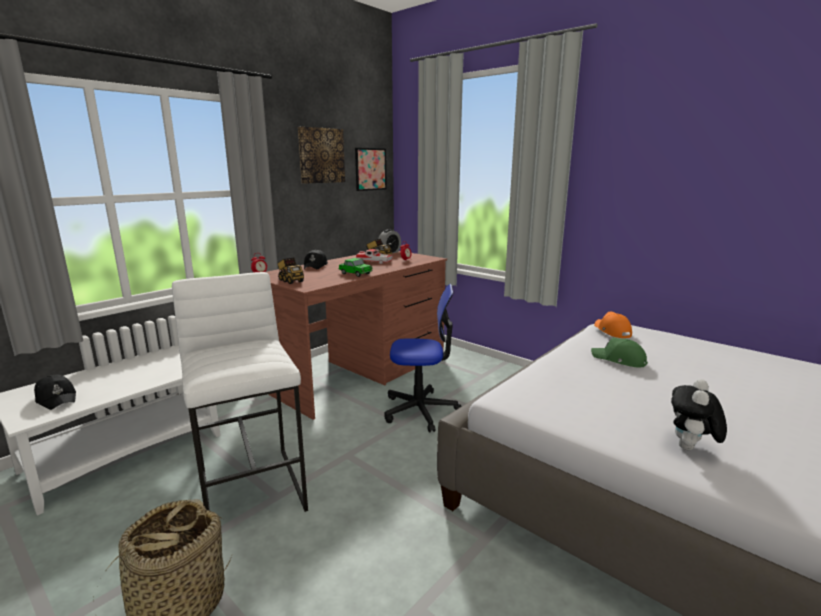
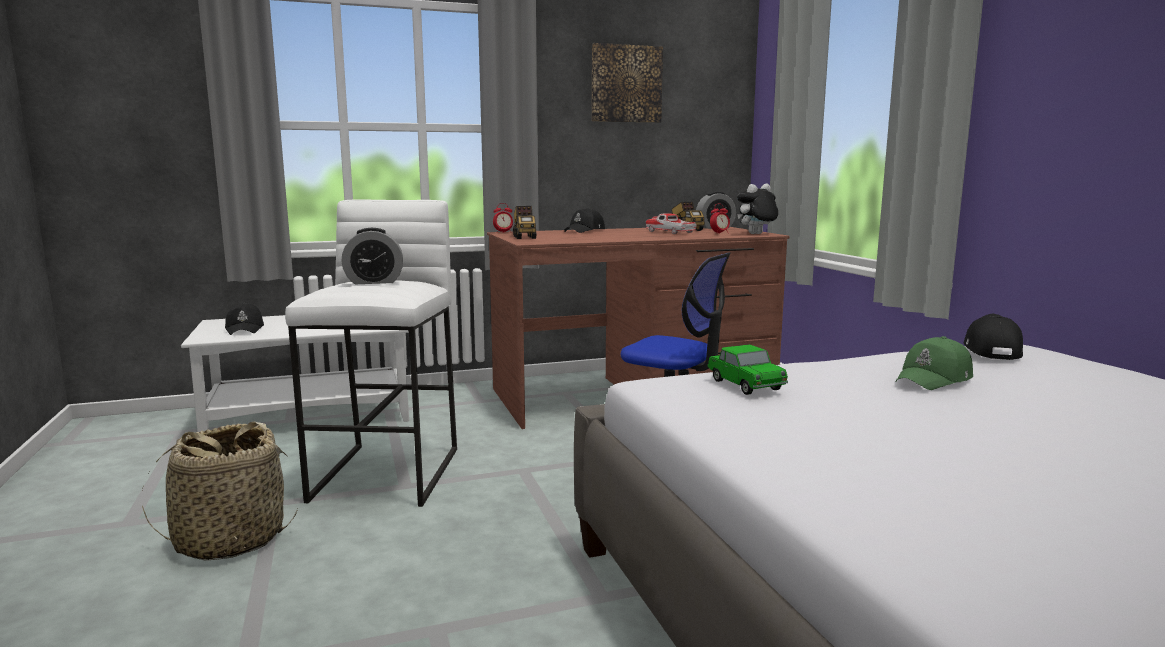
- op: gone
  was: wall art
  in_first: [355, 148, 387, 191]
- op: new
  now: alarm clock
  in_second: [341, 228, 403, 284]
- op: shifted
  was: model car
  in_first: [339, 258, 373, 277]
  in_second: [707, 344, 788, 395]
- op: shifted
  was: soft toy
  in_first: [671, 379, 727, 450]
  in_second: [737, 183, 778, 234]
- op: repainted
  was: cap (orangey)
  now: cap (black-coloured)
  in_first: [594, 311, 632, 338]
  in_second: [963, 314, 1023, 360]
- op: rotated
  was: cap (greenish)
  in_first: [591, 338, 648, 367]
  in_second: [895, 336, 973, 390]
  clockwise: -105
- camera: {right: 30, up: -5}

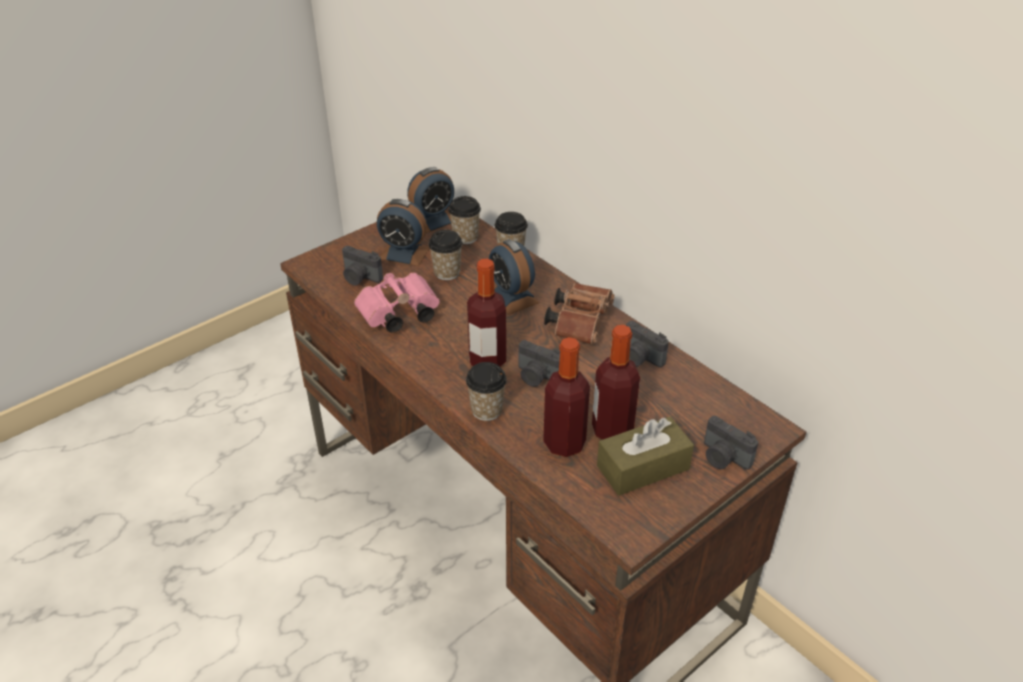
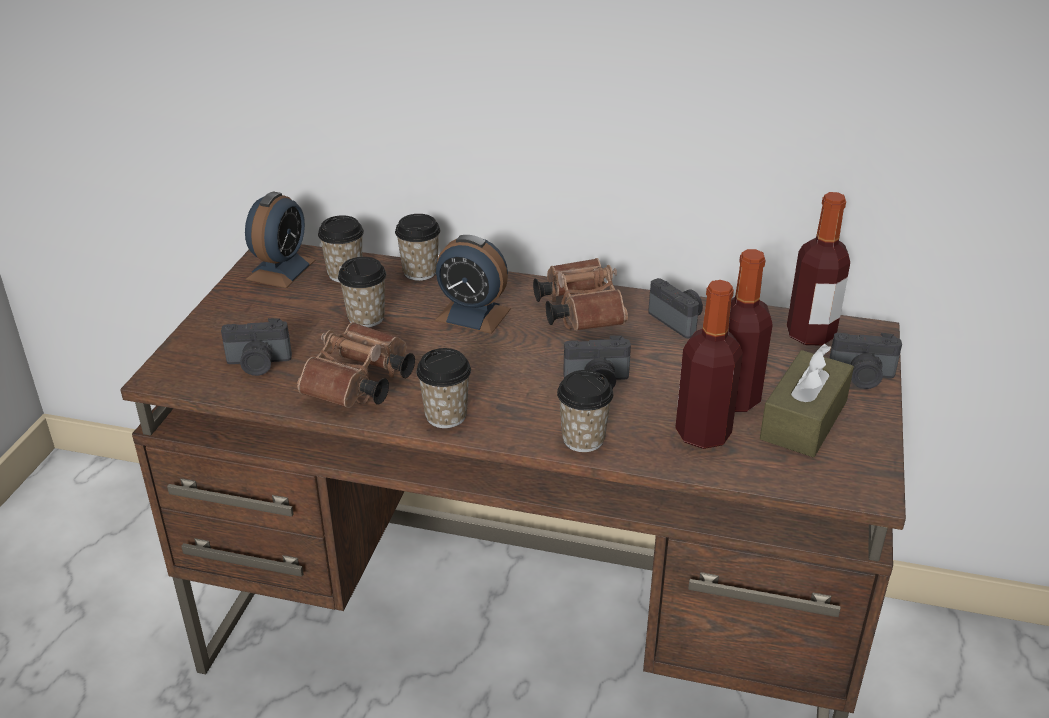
- op: gone
  was: alarm clock
  in_first: [377, 199, 430, 266]
- op: new
  now: drinking cup
  in_second: [416, 348, 471, 428]
- op: shifted
  was: bottle
  in_first: [467, 259, 506, 367]
  in_second: [787, 192, 850, 346]
- op: repainted
  was: field glasses (pinkish)
  now: field glasses (brown-coloured)
  in_first: [354, 273, 440, 333]
  in_second: [297, 322, 415, 408]
- op: rotated
  was: still camera
  in_first: [626, 321, 669, 367]
  in_second: [649, 278, 703, 338]
  clockwise: -135
- camera: {right: -35, up: -5}

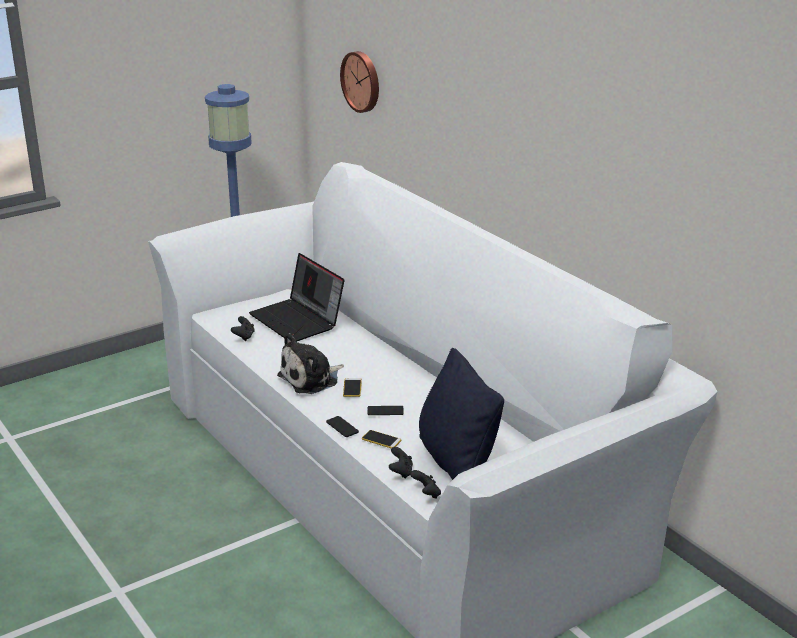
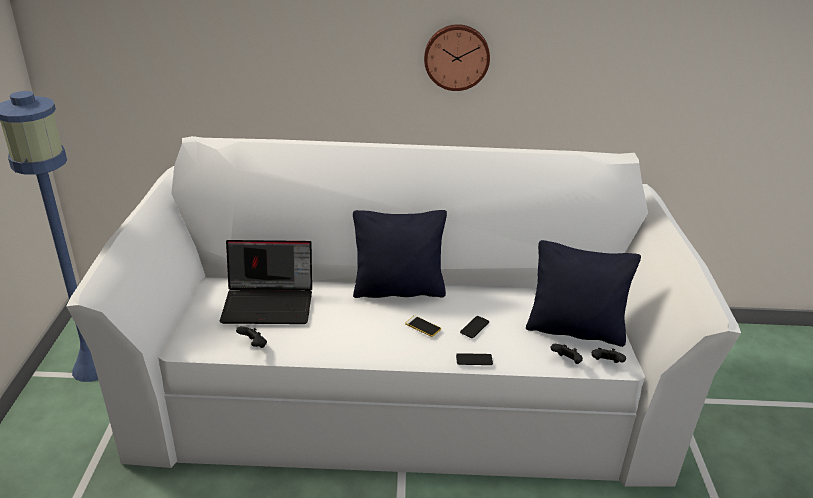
- op: gone
  was: soft toy
  in_first: [277, 333, 344, 394]
- op: gone
  was: telephone
  in_first: [362, 430, 402, 448]
- op: new
  now: cushion (black-coloured)
  in_second: [353, 210, 447, 298]
- op: shifted
  was: wall clock
  in_first: [340, 51, 379, 113]
  in_second: [424, 24, 490, 91]
- camera: {right: -55, up: 5}

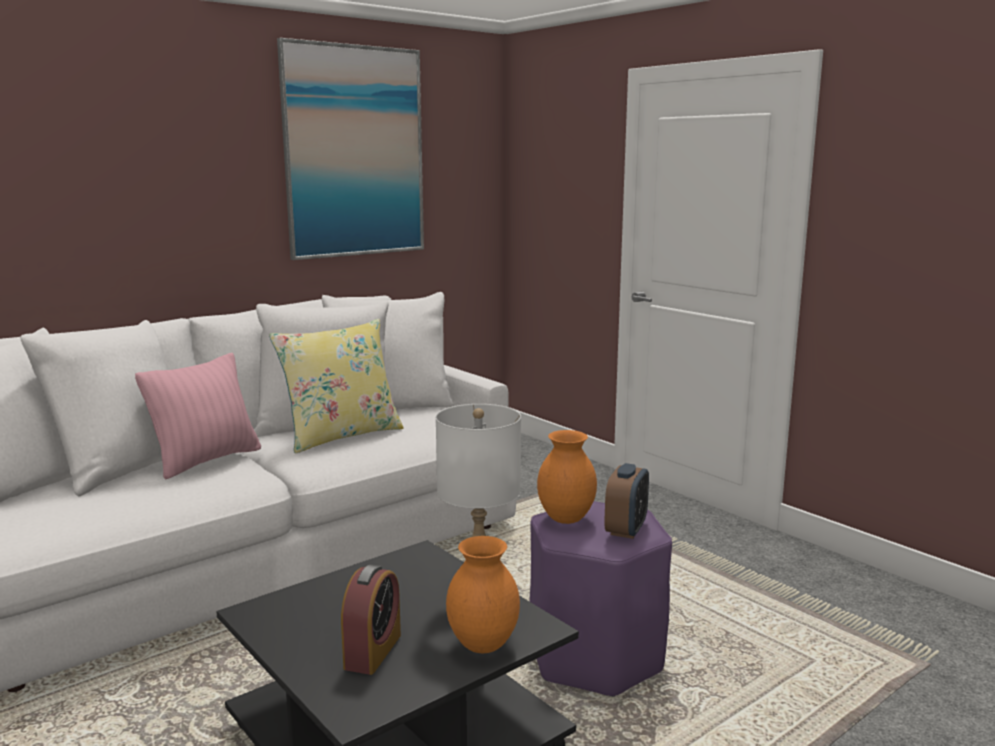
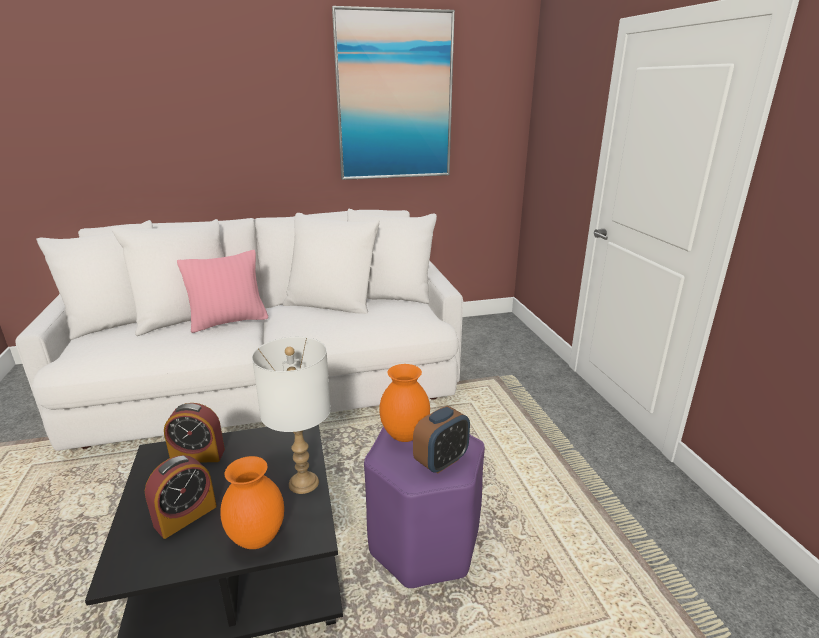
- op: gone
  was: cushion (yellowish)
  in_first: [269, 319, 404, 453]
- op: new
  now: alarm clock
  in_second: [164, 403, 225, 462]
- camera: {right: 25, up: 10}

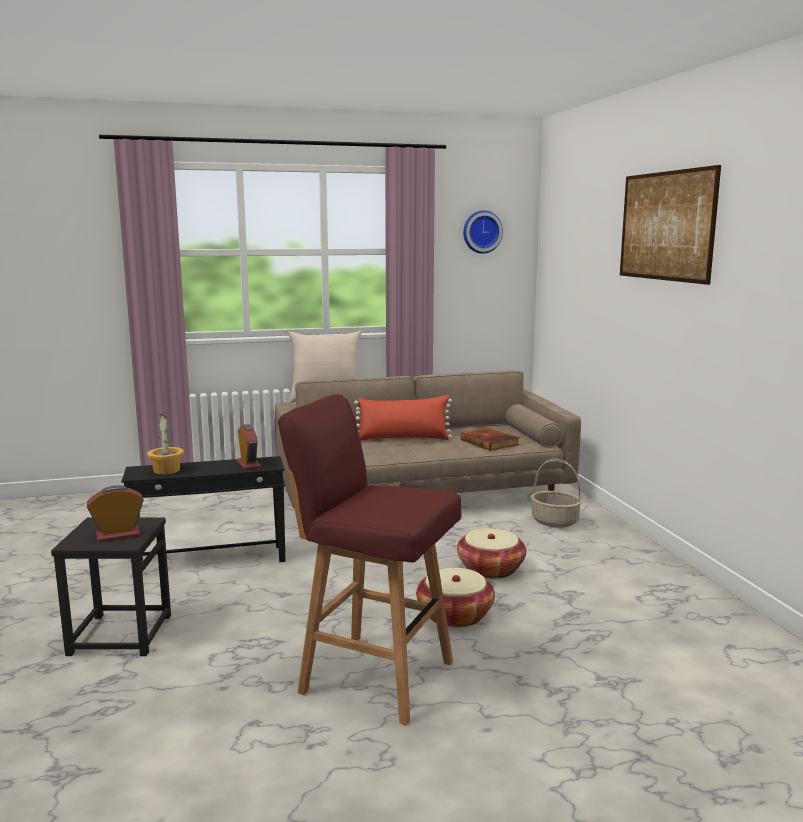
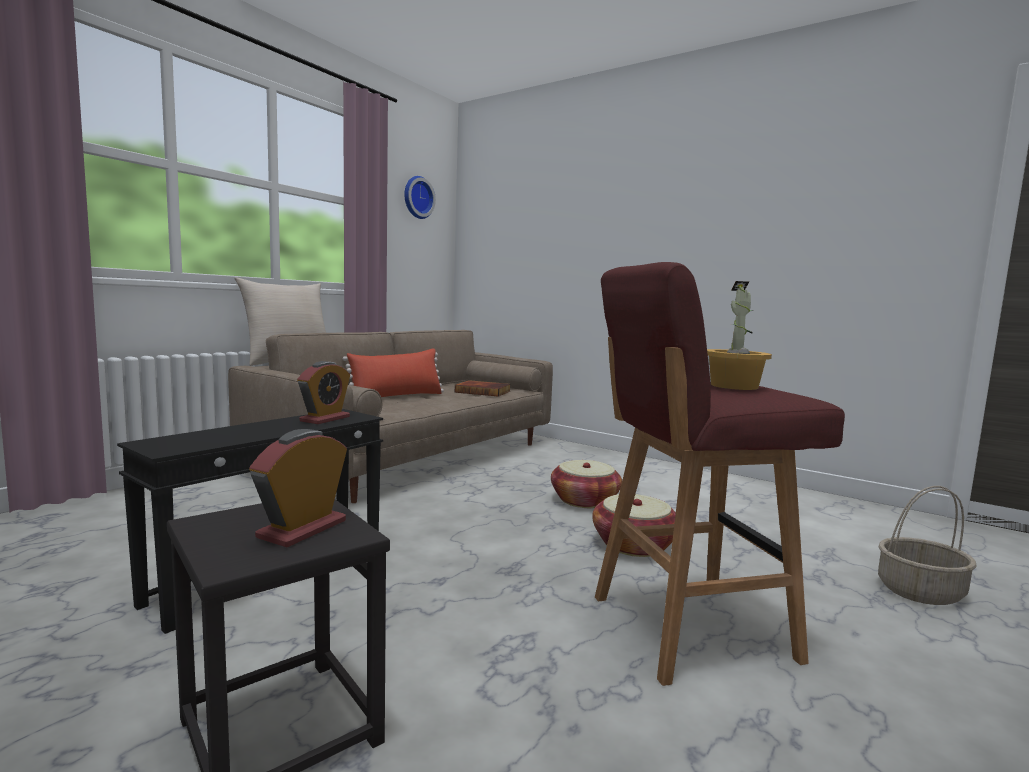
- op: gone
  was: wall art
  in_first: [620, 165, 721, 285]
- op: shifted
  was: houseplant
  in_first: [147, 413, 184, 474]
  in_second: [707, 281, 772, 390]
- op: shifted
  was: storage basket
  in_first: [531, 459, 582, 528]
  in_second: [878, 486, 977, 605]
- op: rotated
  was: alarm clock
  in_first: [237, 424, 261, 470]
  in_second: [297, 361, 350, 424]
  clockwise: 90
- camera: {right: -40, up: -5}

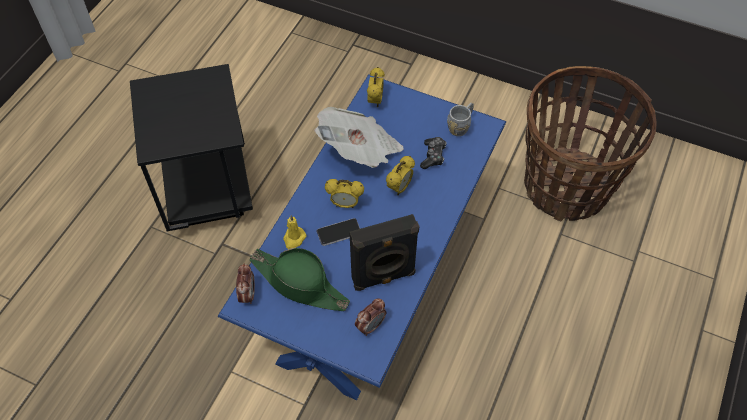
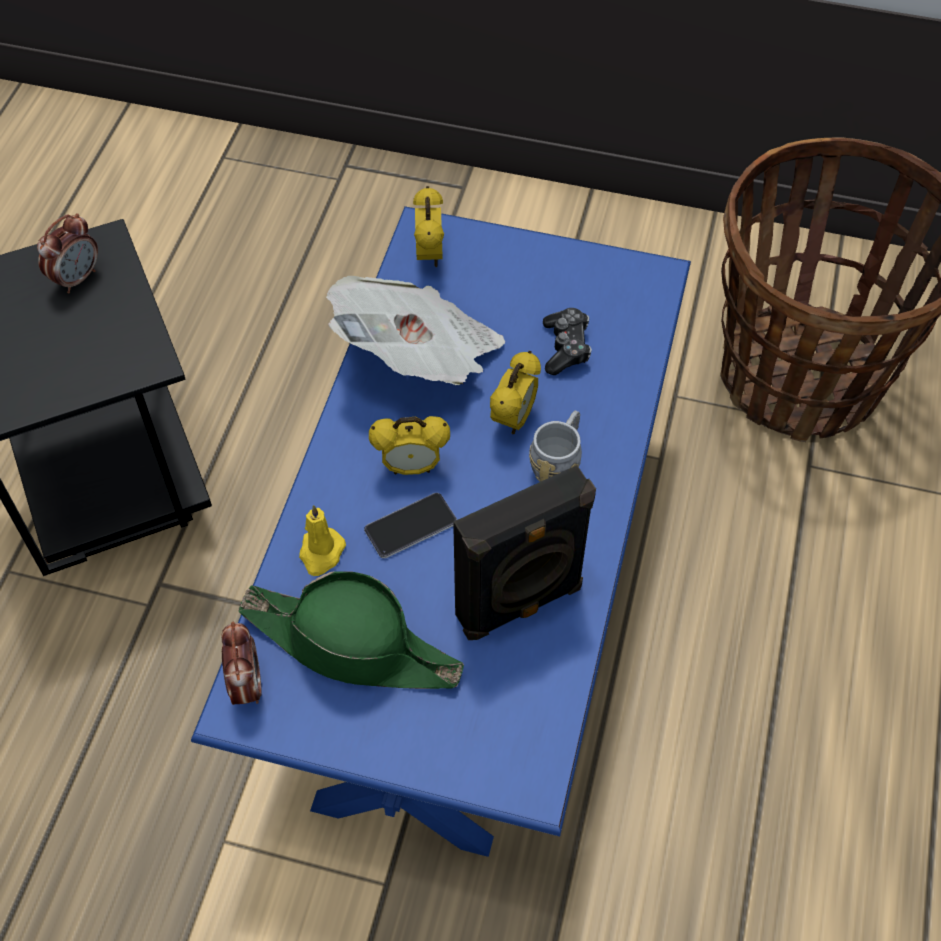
- op: shifted
  was: alarm clock
  in_first: [355, 298, 386, 336]
  in_second: [37, 213, 98, 293]
- op: shifted
  was: coffee mug (greyish)
  in_first: [447, 102, 474, 136]
  in_second: [529, 410, 582, 482]
- camera: {right: -10, up: 0}

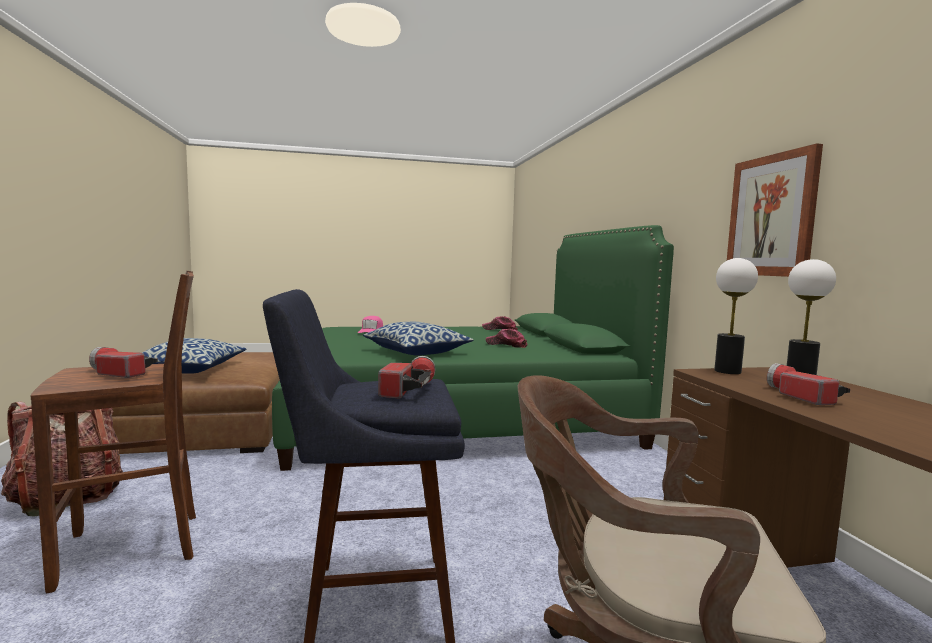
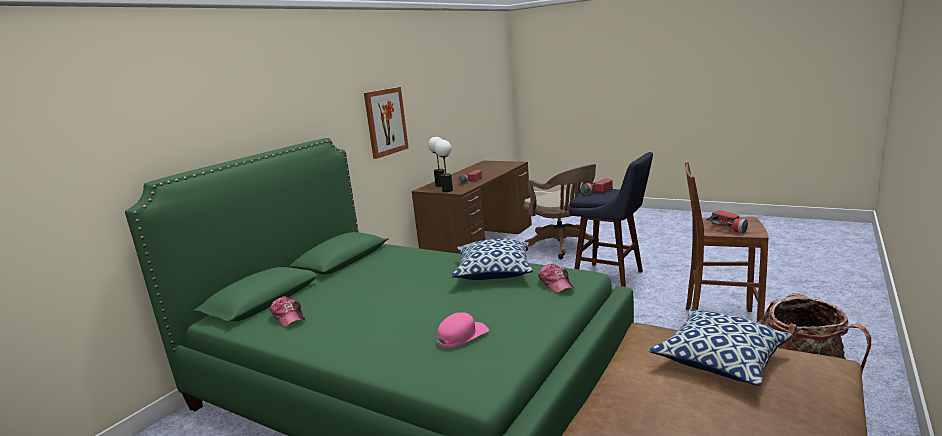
- op: shifted
  was: cap
  in_first: [486, 329, 527, 348]
  in_second: [538, 263, 575, 293]
- camera: {right: -135, up: 10}

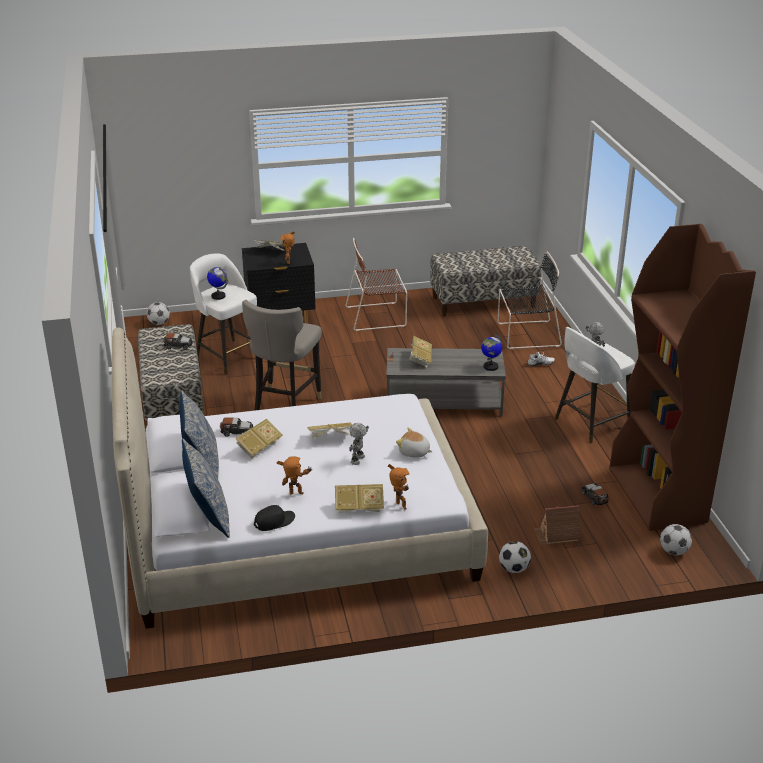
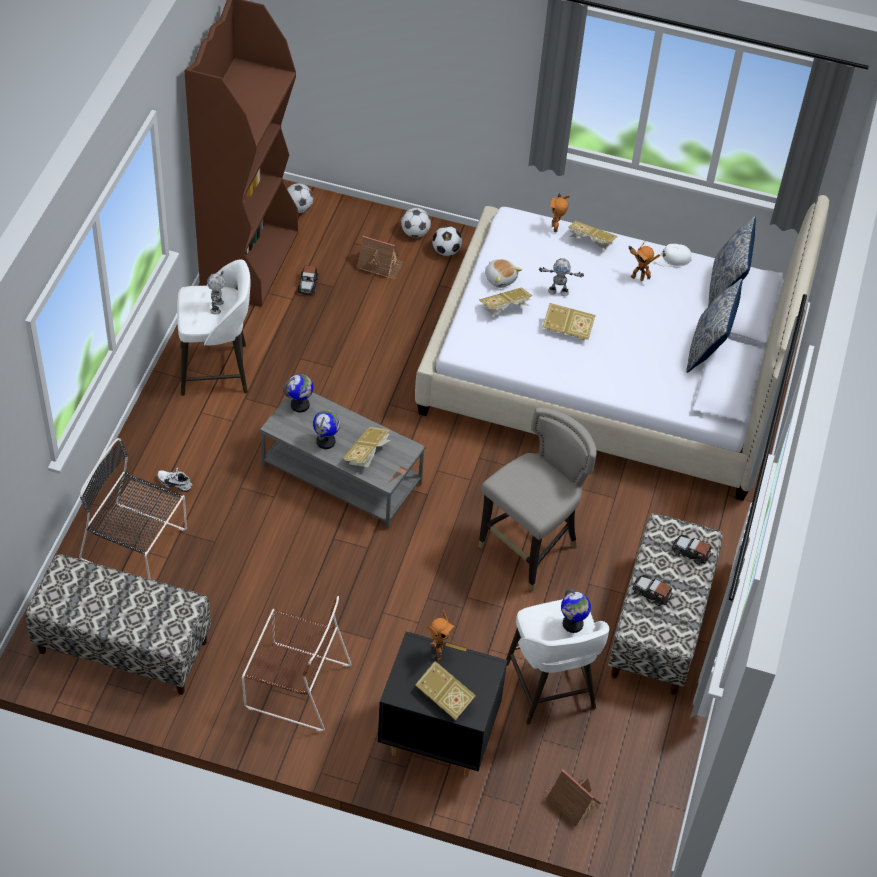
- op: new
  now: globe
  in_second: [313, 410, 340, 449]
- op: new
  now: toy house
  in_second: [542, 769, 601, 826]
- op: shifted
  was: football
  in_first: [147, 302, 170, 325]
  in_second: [401, 208, 431, 238]
- op: shifted
  was: model car
  in_first: [220, 417, 253, 437]
  in_second: [672, 535, 711, 565]
- op: shifted
  was: book
  in_first: [235, 419, 283, 458]
  in_second: [479, 287, 532, 316]
- op: repainted
  was: cap (black-coloured)
  now: cap (white-coloured)
  in_first: [254, 505, 295, 531]
  in_second: [654, 244, 692, 267]
- op: rotated
  was: robot figure
  in_first: [349, 423, 369, 465]
  in_second: [539, 258, 584, 296]
  clockwise: 45
- camera: {right: -155, up: 20}

